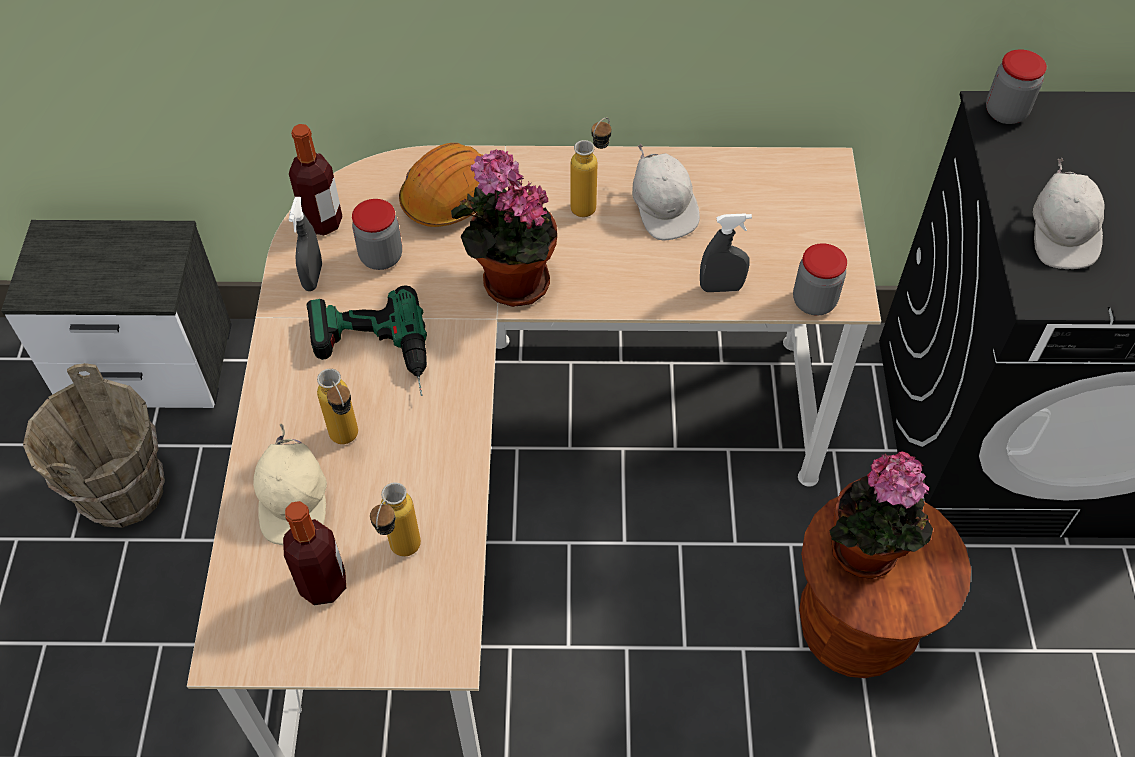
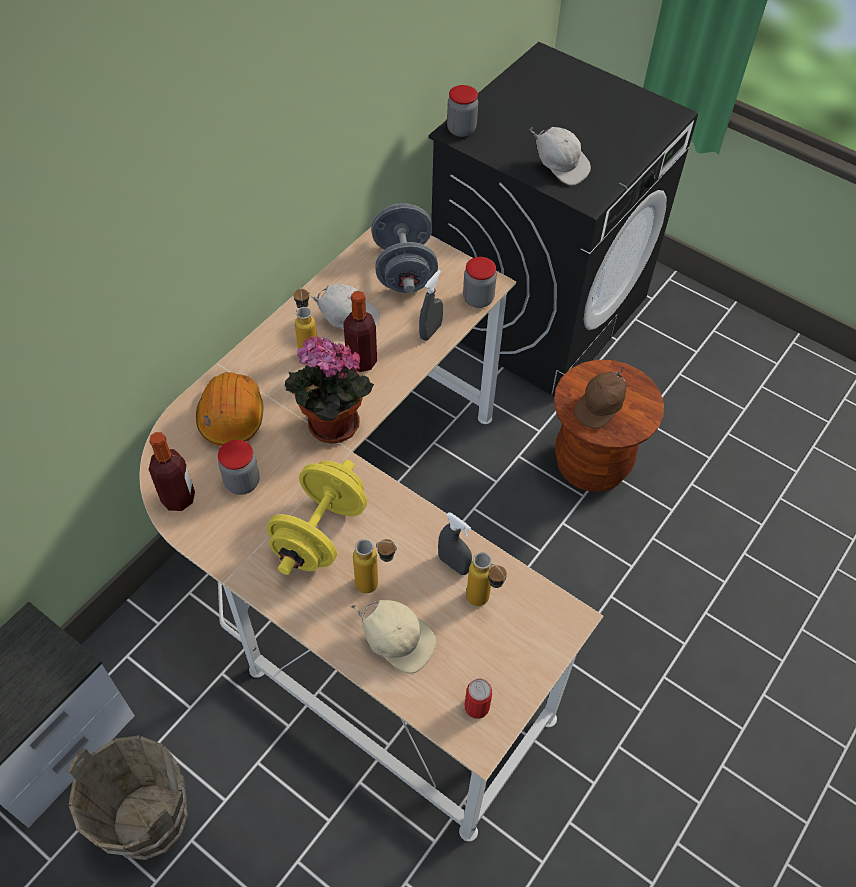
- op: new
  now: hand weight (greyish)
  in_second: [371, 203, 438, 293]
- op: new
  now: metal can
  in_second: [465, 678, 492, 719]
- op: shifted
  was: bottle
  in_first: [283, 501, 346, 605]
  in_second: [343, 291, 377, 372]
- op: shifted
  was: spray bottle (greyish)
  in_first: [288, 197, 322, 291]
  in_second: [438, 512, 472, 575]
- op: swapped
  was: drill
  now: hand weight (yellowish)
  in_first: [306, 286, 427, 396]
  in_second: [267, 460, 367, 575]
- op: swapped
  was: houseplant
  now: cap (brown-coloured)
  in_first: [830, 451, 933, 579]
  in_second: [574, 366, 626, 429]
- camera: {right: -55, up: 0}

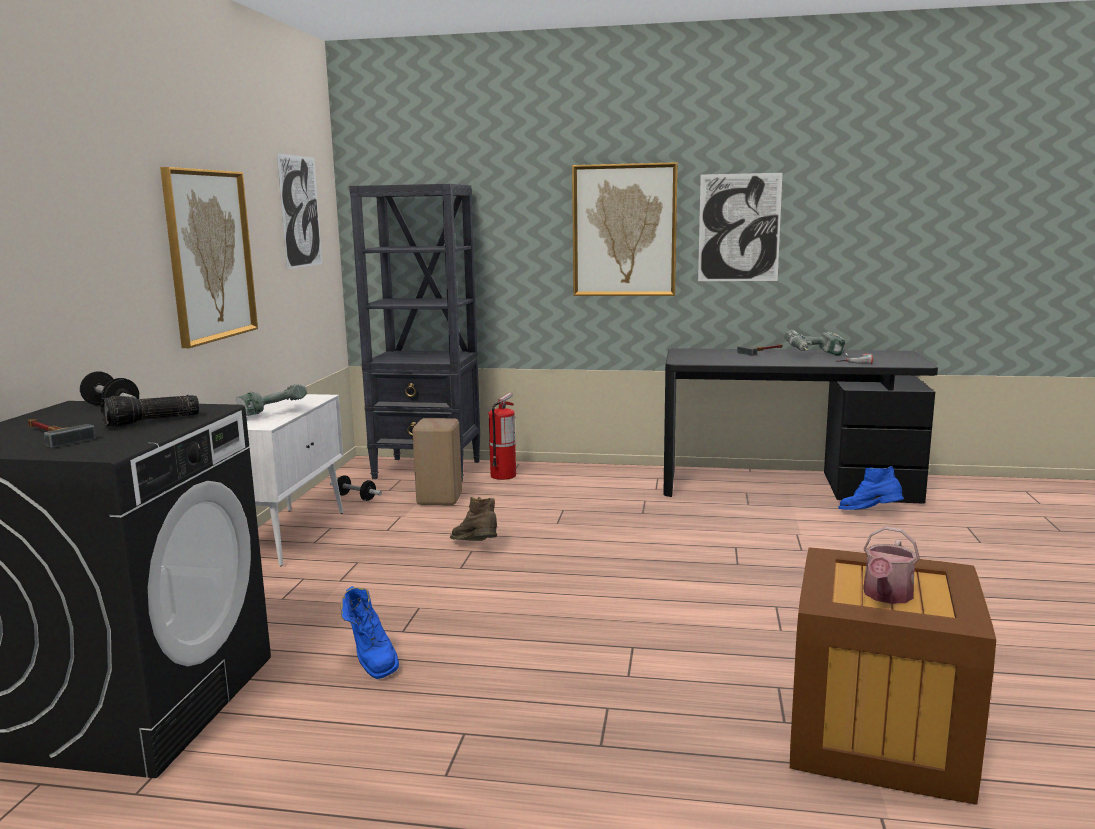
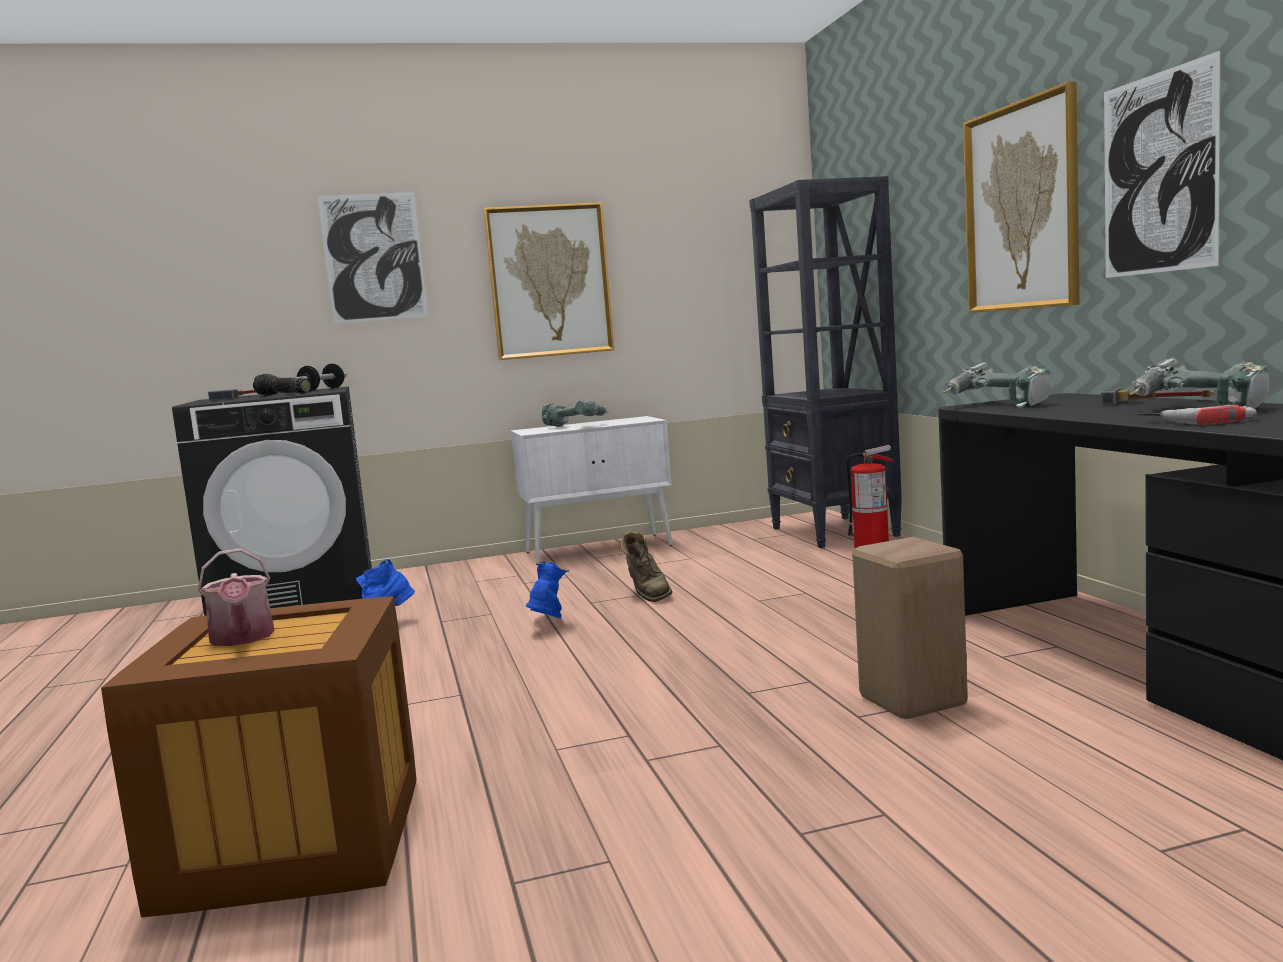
- op: gone
  was: hand weight
  in_first: [330, 475, 382, 501]
- op: new
  now: drill
  in_second: [942, 362, 1052, 408]
- op: shifted
  was: wall art
  in_first: [277, 153, 322, 269]
  in_second: [317, 192, 428, 323]
- op: shifted
  was: stool seat (sand-coloured)
  in_first: [412, 418, 462, 505]
  in_second: [852, 537, 968, 719]
- op: shifted
  was: high-top boot (blue-coloured)
  in_first: [838, 466, 904, 510]
  in_second: [526, 561, 569, 618]
- op: rotated
  was: high-top boot (brown-coloured)
  in_first: [450, 497, 497, 541]
  in_second: [621, 531, 672, 602]
  clockwise: 135
- op: rotated
  was: watering pot
  in_first: [863, 526, 920, 604]
  in_second: [198, 548, 275, 646]
  clockwise: -120
- camera: {right: 65, up: -5}

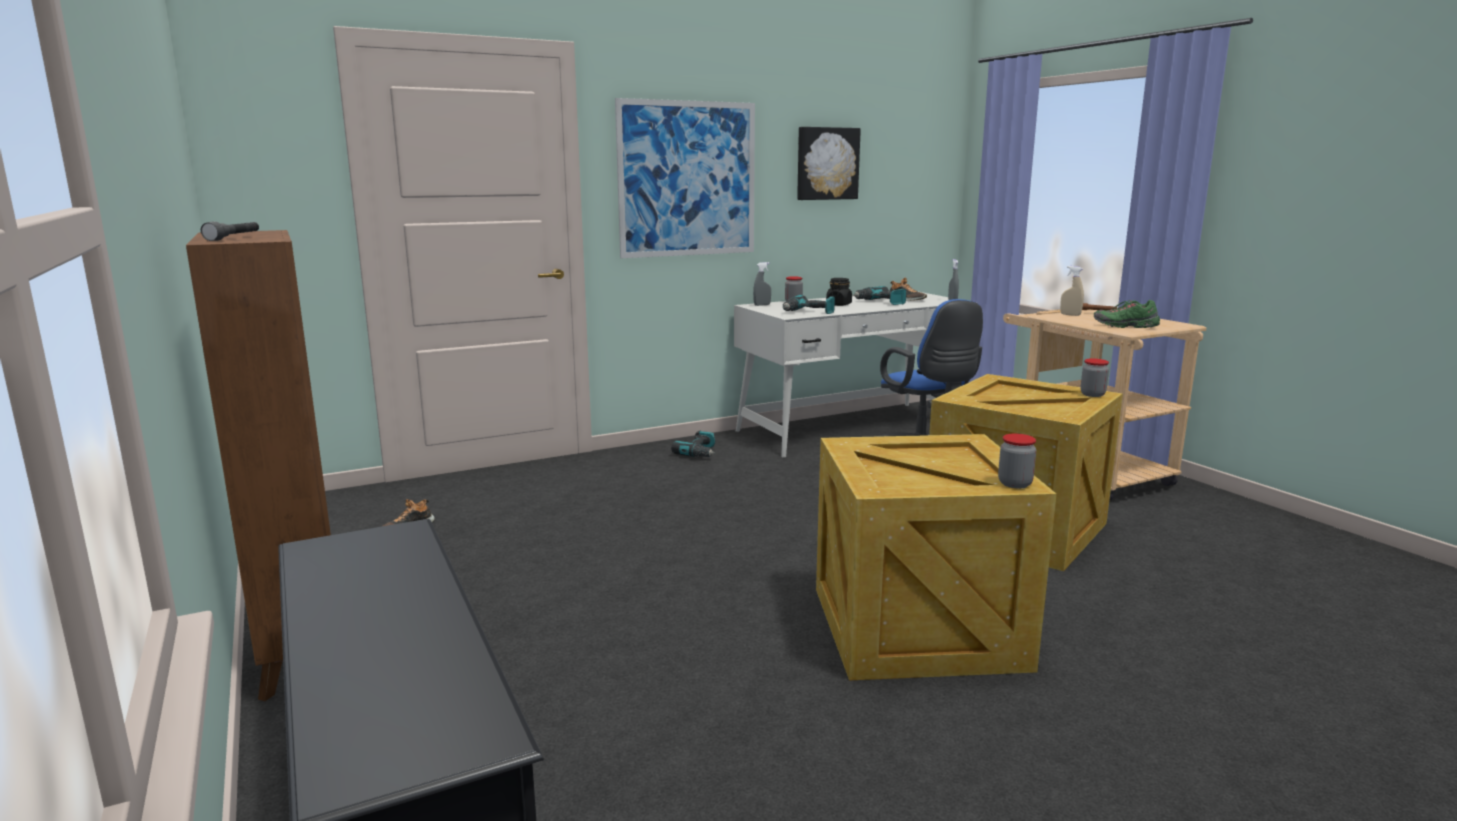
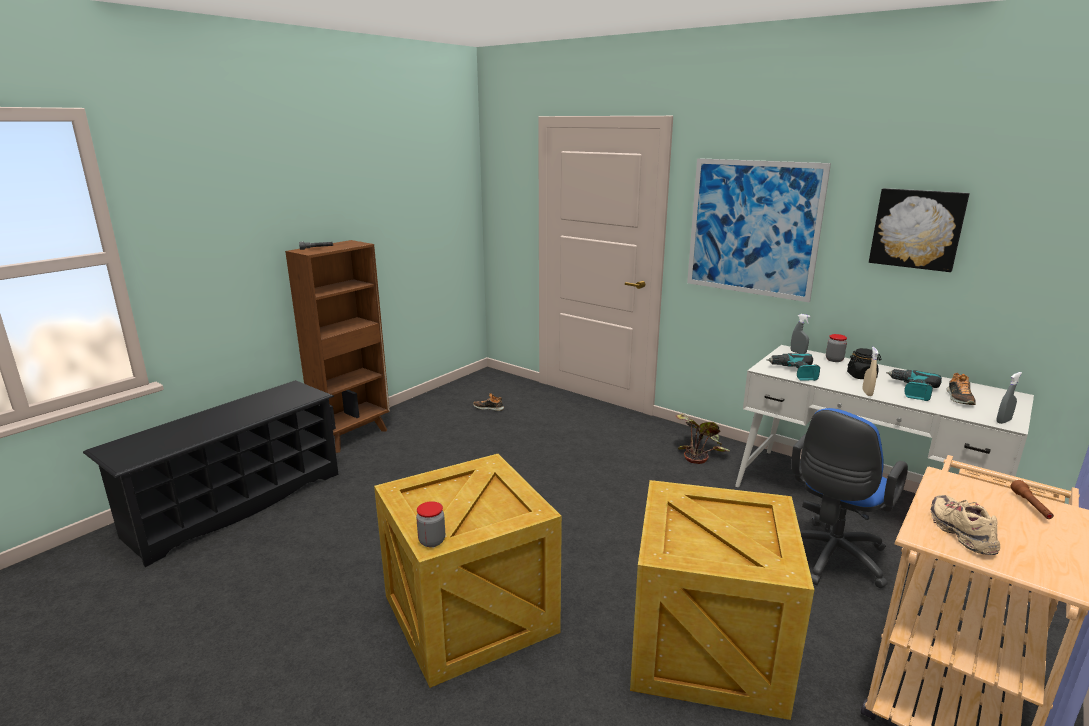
- op: gone
  was: storage jar
  in_first: [1081, 358, 1109, 397]
- op: shifted
  was: spray bottle (sand-coloured)
  in_first: [1060, 266, 1084, 316]
  in_second: [862, 347, 879, 396]
- op: swapped
  was: drill
  now: houseplant
  in_first: [671, 431, 715, 457]
  in_second: [676, 413, 730, 464]
- op: repainted
  was: item of footwear (greenish)
  now: item of footwear (sand-coloured)
  in_first: [1094, 300, 1160, 328]
  in_second: [930, 495, 1000, 555]
- camera: {right: 65, up: 5}

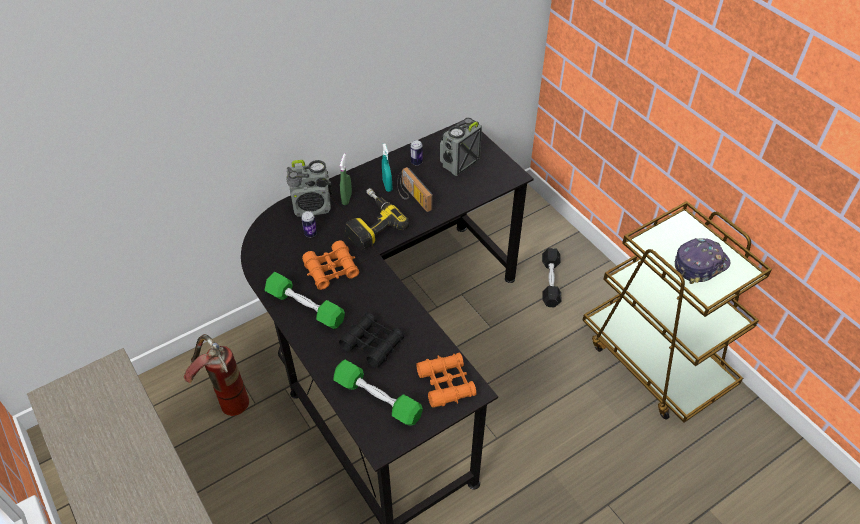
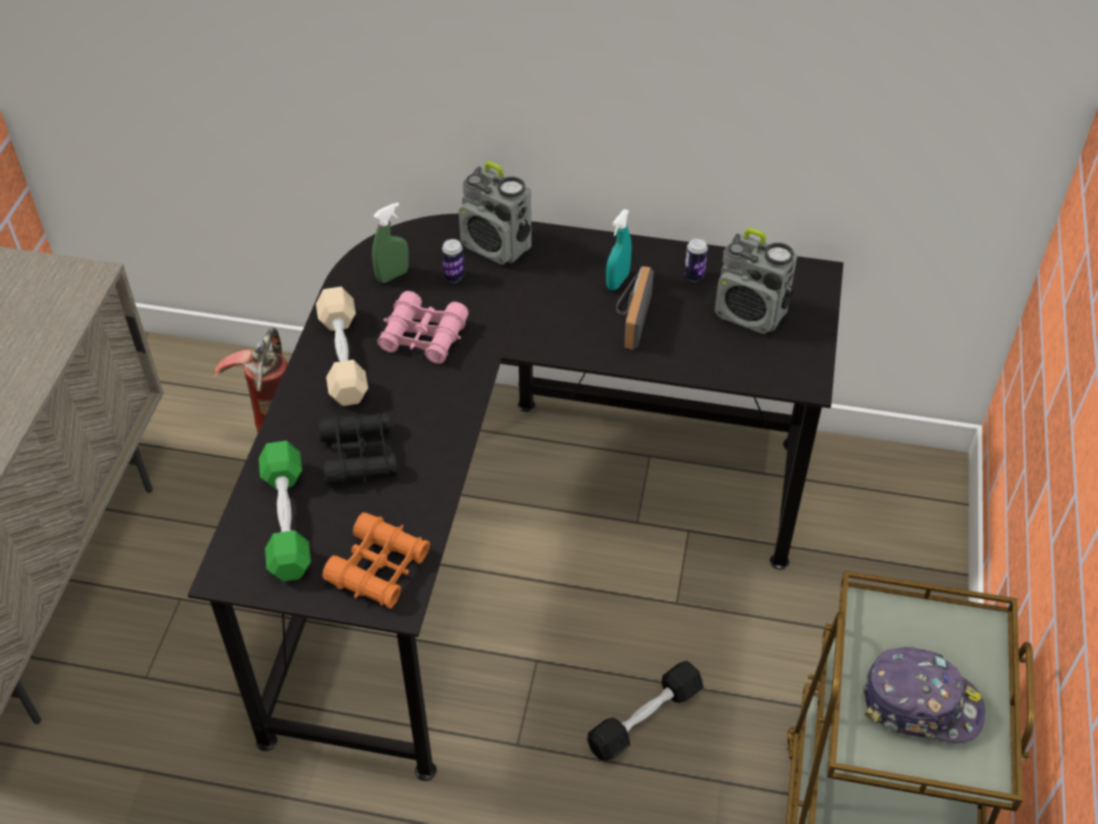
- op: gone
  was: drill
  in_first: [345, 188, 409, 250]
- op: shifted
  was: spray bottle (greenish)
  in_first: [340, 153, 352, 205]
  in_second: [372, 202, 409, 283]
- op: shifted
  was: hand weight (black-coloured)
  in_first: [542, 248, 561, 308]
  in_second: [587, 661, 703, 761]
- op: repainted
  was: hand weight (greenish)
  now: hand weight (sand-coloured)
  in_first: [265, 272, 345, 329]
  in_second: [316, 287, 368, 406]
- op: repainted
  was: field glasses (orangey)
  now: field glasses (pinkish)
  in_first: [302, 240, 359, 290]
  in_second: [377, 291, 469, 364]
- op: rotated
  was: radio set
  in_first: [440, 118, 482, 176]
  in_second: [715, 228, 797, 334]
  clockwise: -150
- camera: {right: 45, up: 0}

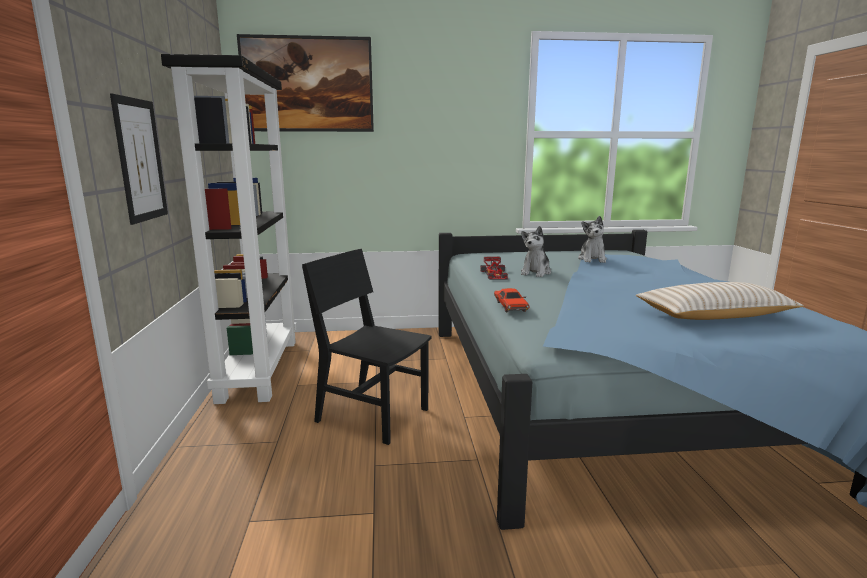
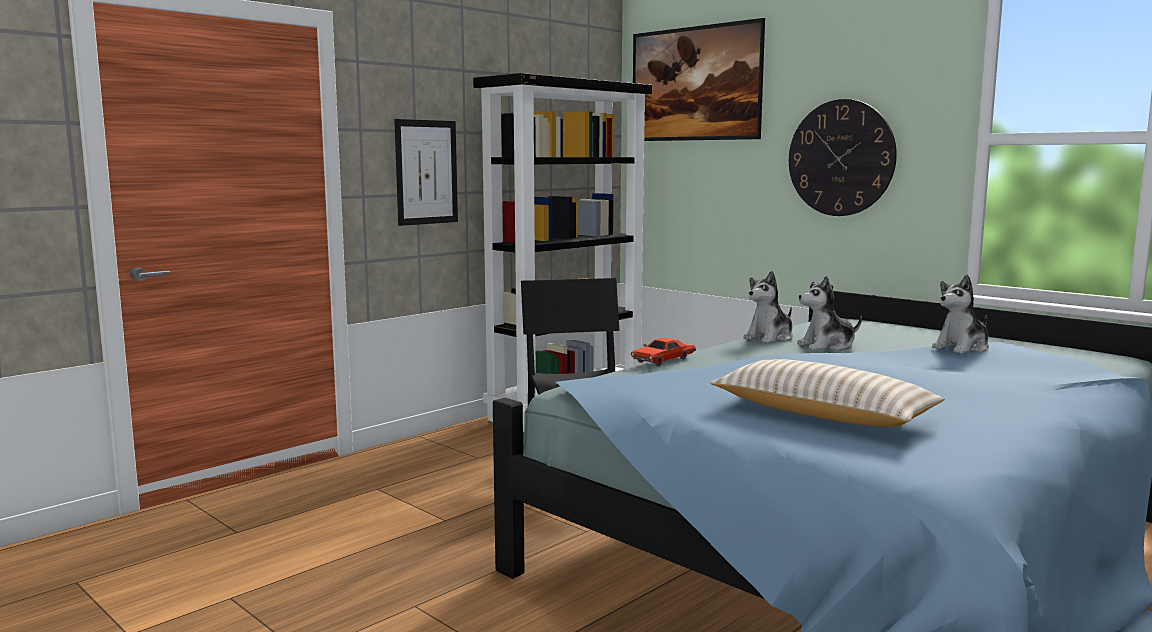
- op: new
  now: wall clock
  in_second: [789, 99, 897, 216]
- op: swapped
  was: model car
  now: soft toy
  in_first: [480, 257, 508, 280]
  in_second: [743, 271, 793, 343]
- camera: {right: 50, up: -5}

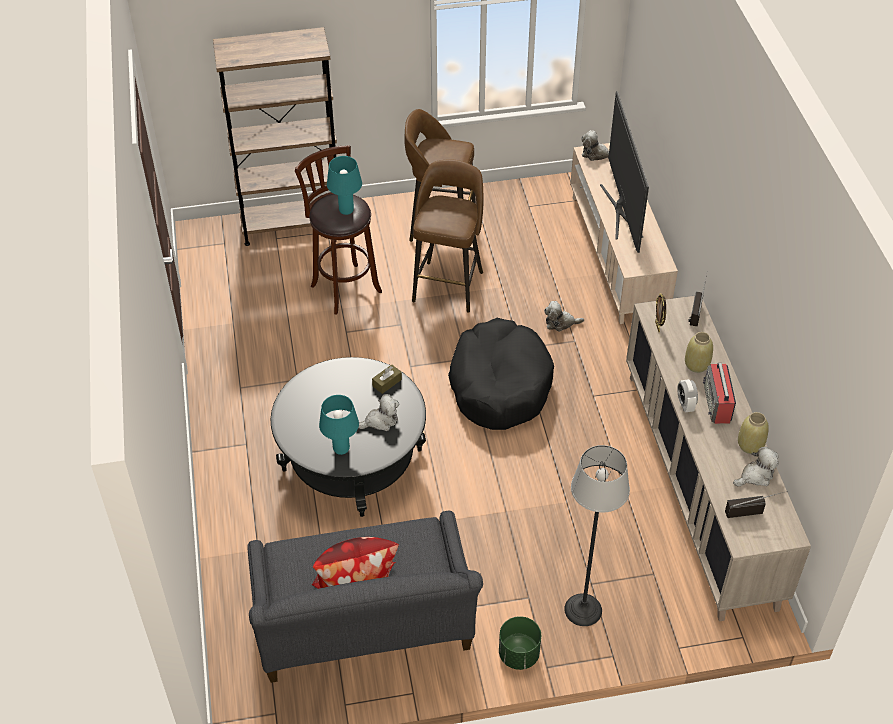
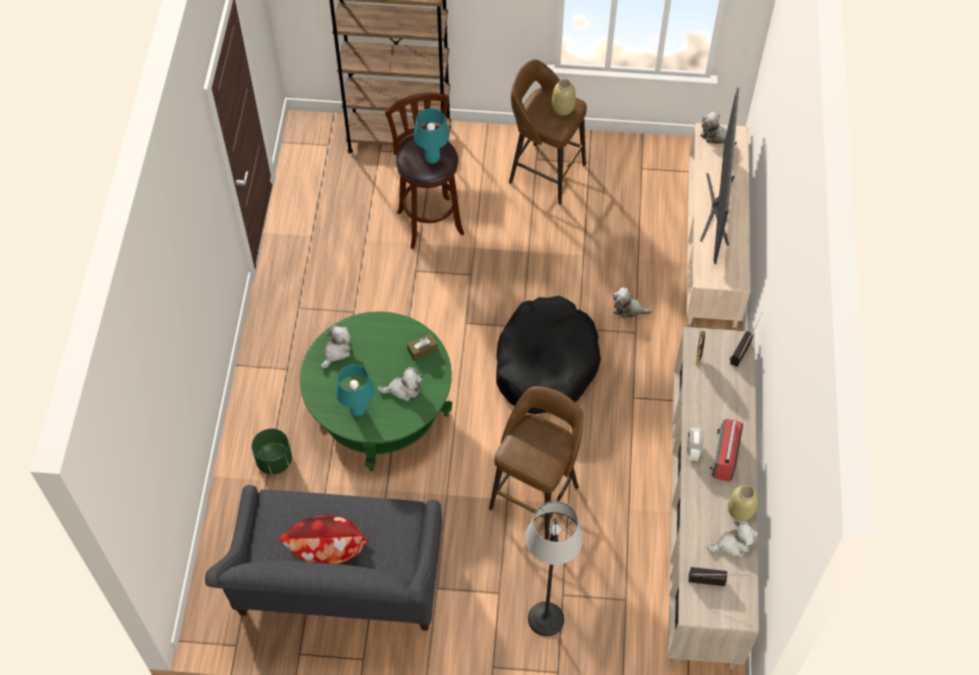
- op: new
  now: soft toy
  in_second: [321, 325, 351, 368]
- op: shifted
  was: stool seat (brown-coloured)
  in_first: [412, 159, 484, 312]
  in_second: [489, 386, 583, 540]
- op: shifted
  was: flower pot (greenish)
  in_first: [499, 616, 541, 670]
  in_second: [252, 428, 292, 474]
- op: shifted
  was: flower vase (sand-coloured)
  in_first: [685, 332, 713, 373]
  in_second: [552, 79, 576, 115]
- op: repainted
  was: lounge table (black-coloured)
  now: lounge table (greenish)
  in_first: [271, 357, 426, 517]
  in_second: [300, 311, 452, 472]
- camera: {right: 15, up: 10}

